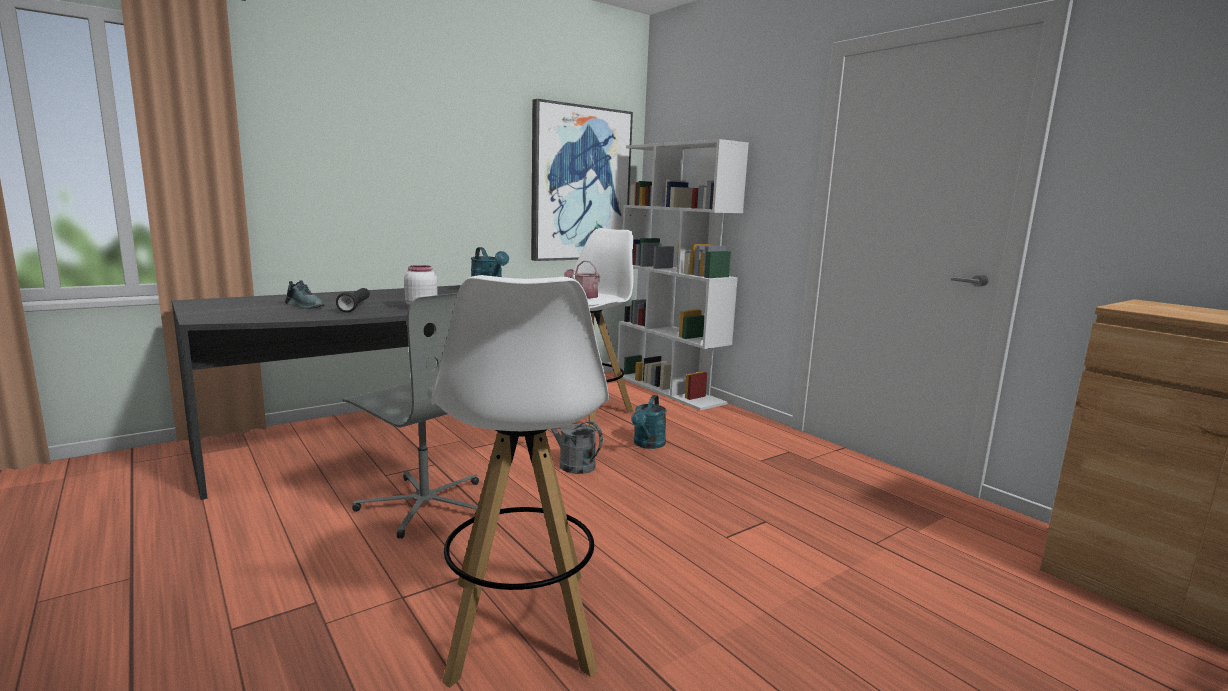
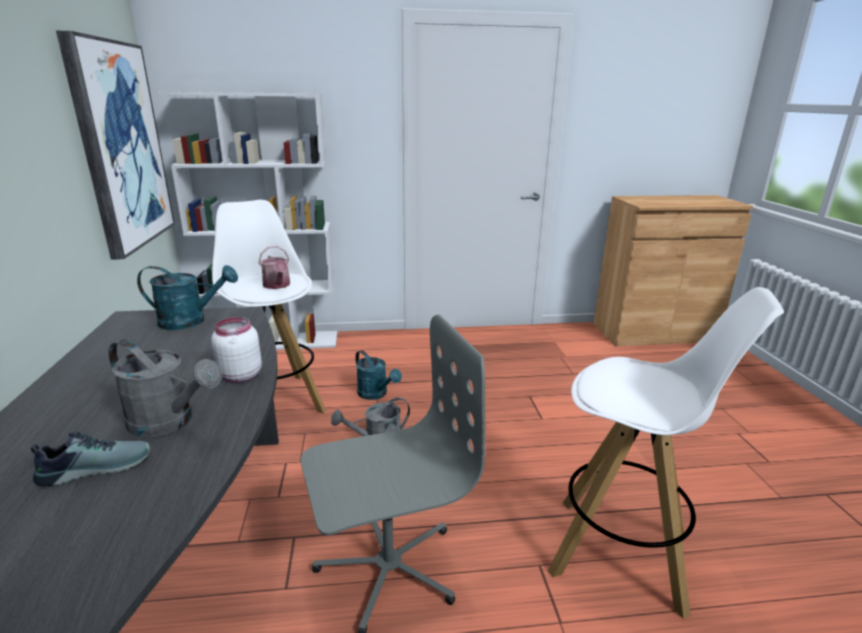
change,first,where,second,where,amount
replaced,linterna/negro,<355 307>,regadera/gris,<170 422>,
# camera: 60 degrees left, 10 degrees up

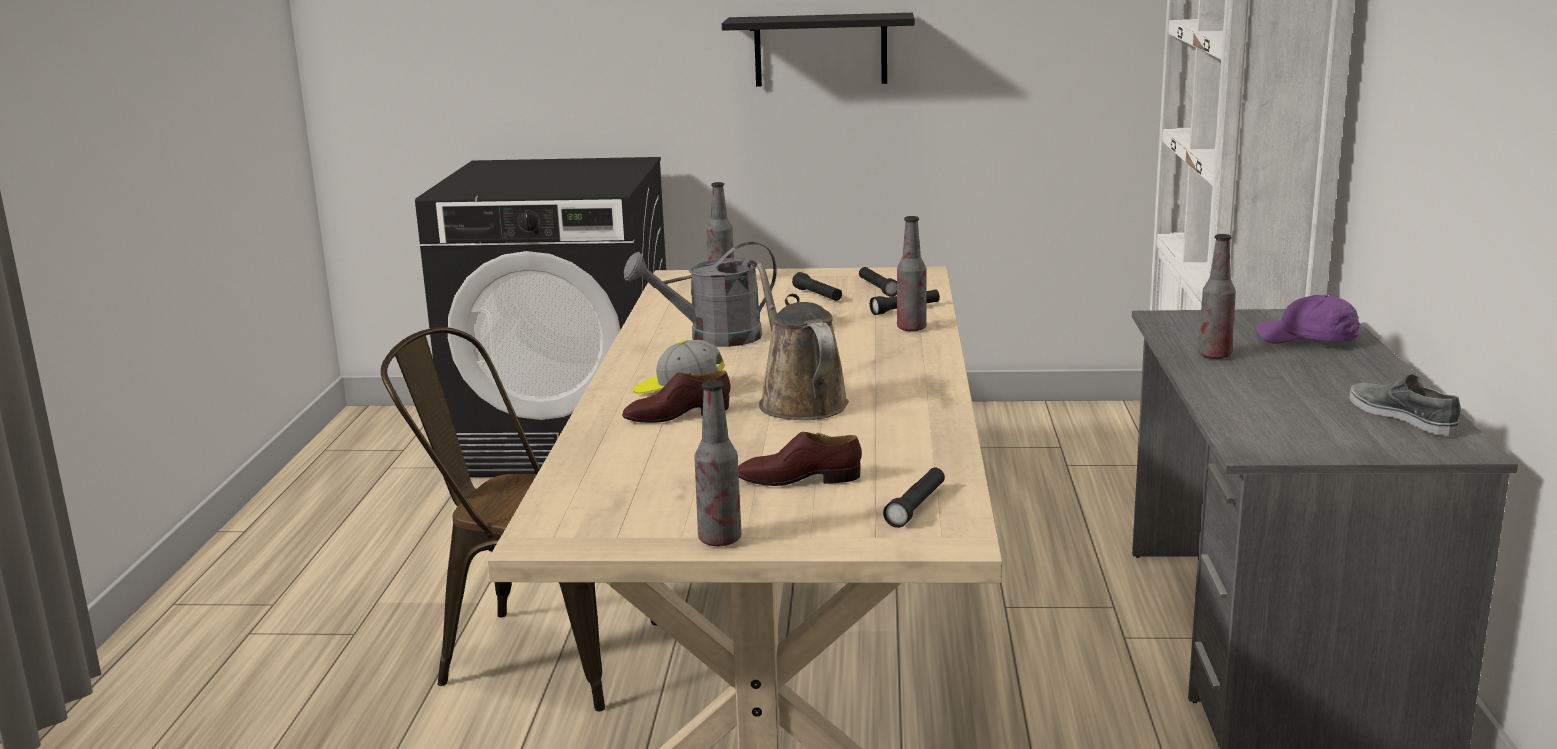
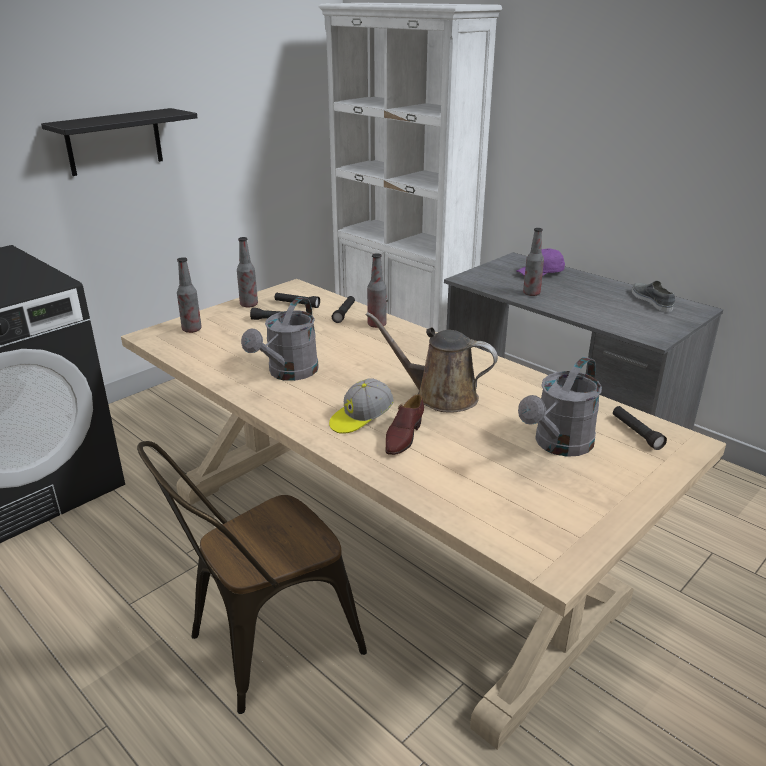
change,first,where,second,where,amount
moved,botella,<720 540>,,<249 305>,
replaced,zapato/marrón,<799 479>,regadera/gris,<558 445>,
turned,zapato/gris,<1403 416>,,<652 301>,60 degrees clockwise
# camera: 50 degrees left, 10 degrees up

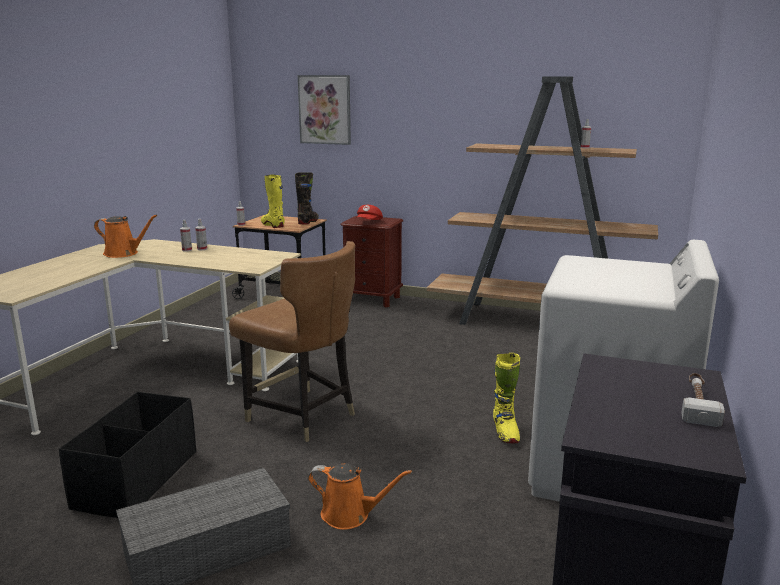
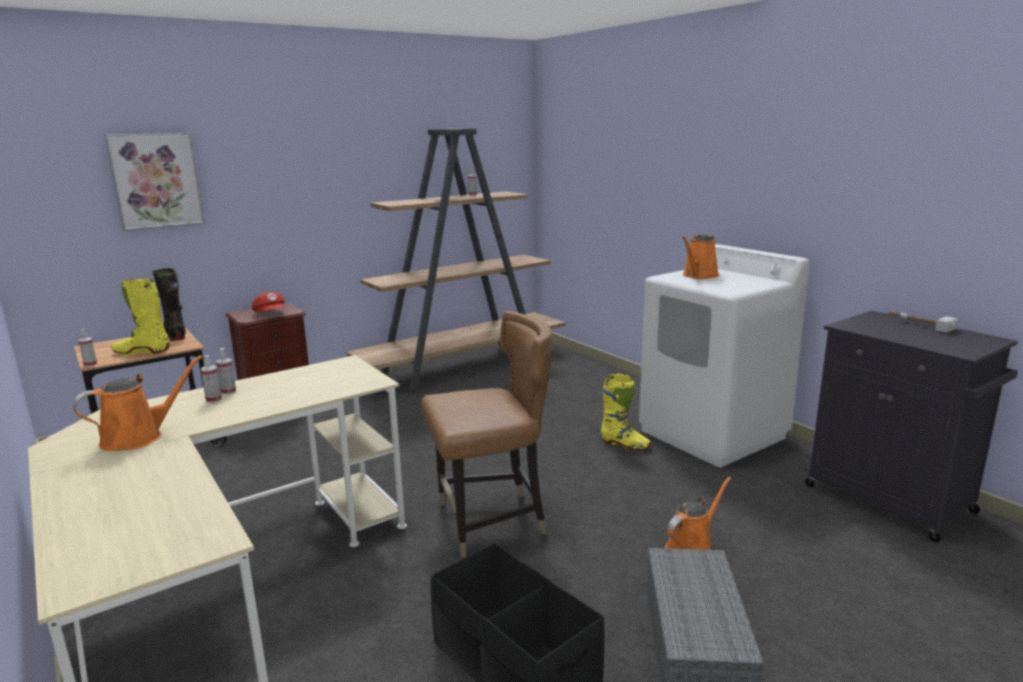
change,first,where,second,where,amount
added,,,regadera/naranja,<699 276>,
# camera: 55 degrees left, 0 degrees up

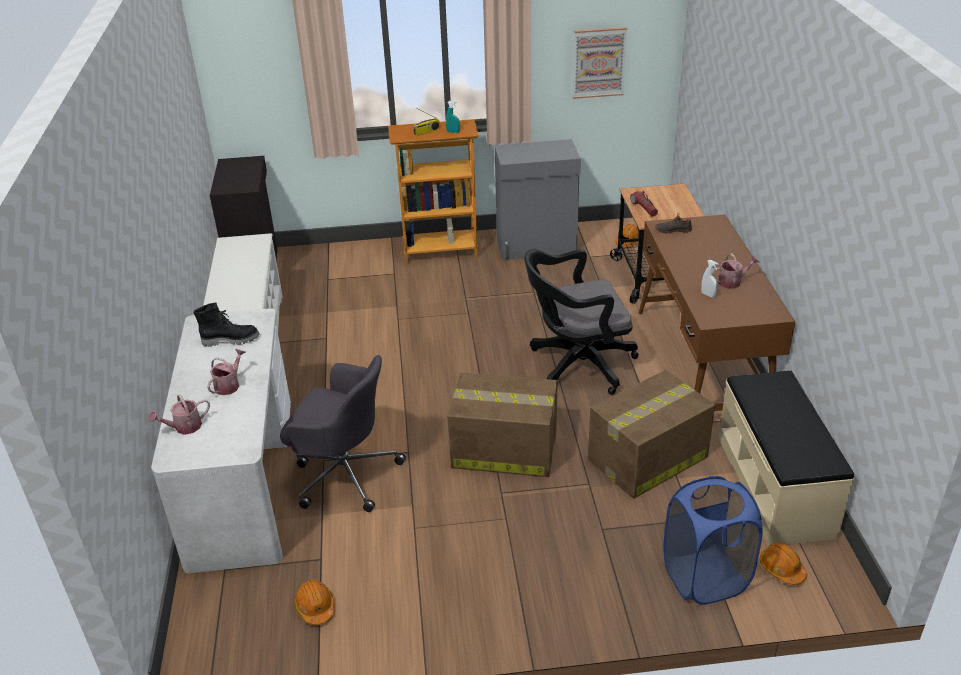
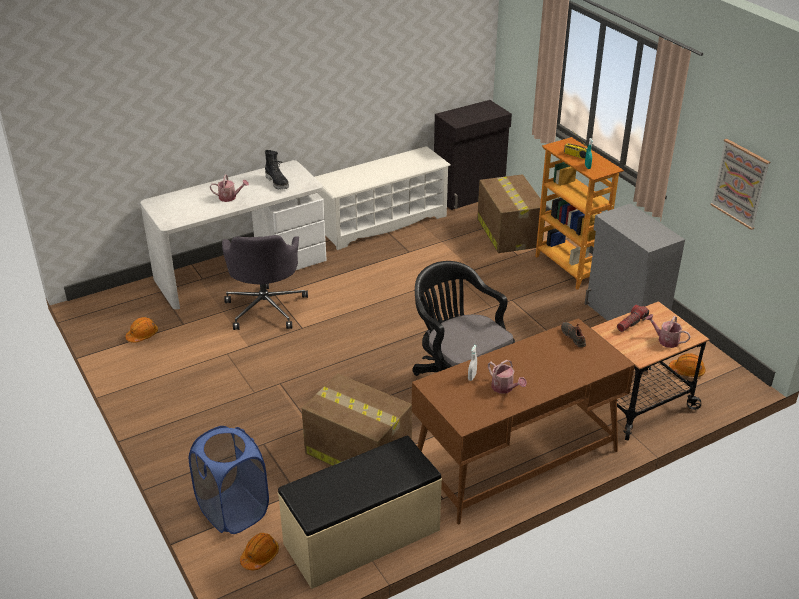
change,first,where,second,where,amount
moved,caja de cartón,<503 449>,,<508 232>,
moved,regadera,<184 427>,,<665 340>,
# camera: 65 degrees right, 0 degrees up

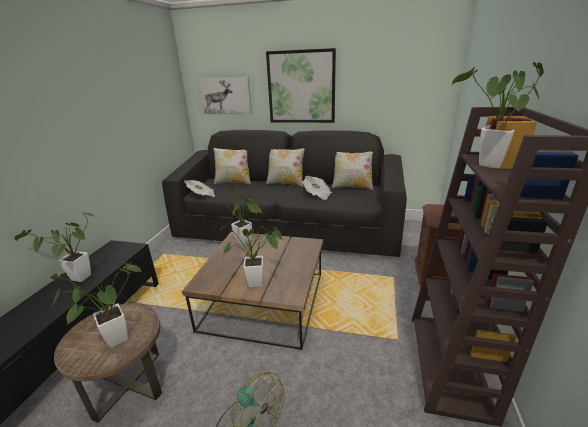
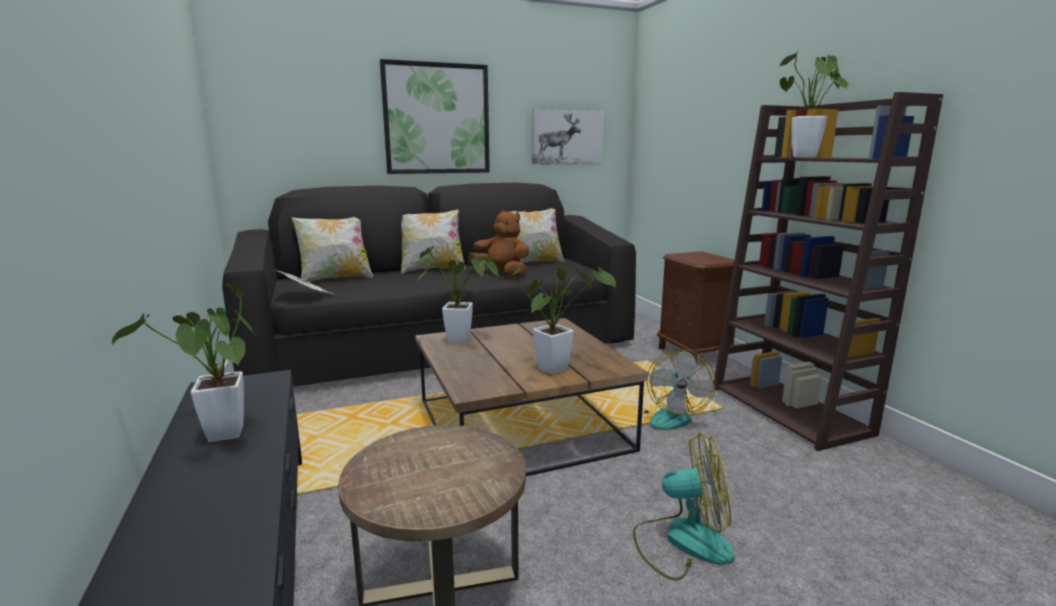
change,first,where,second,where,amount
replaced,periódico,<317 195>,peluche/marrón,<502 274>,
moved,cuadro,<226 96>,,<567 137>,
added,,,ventilador,<669 416>,
removed,planta en maceta,<111 342>,,,
# camera: 35 degrees left, 10 degrees down

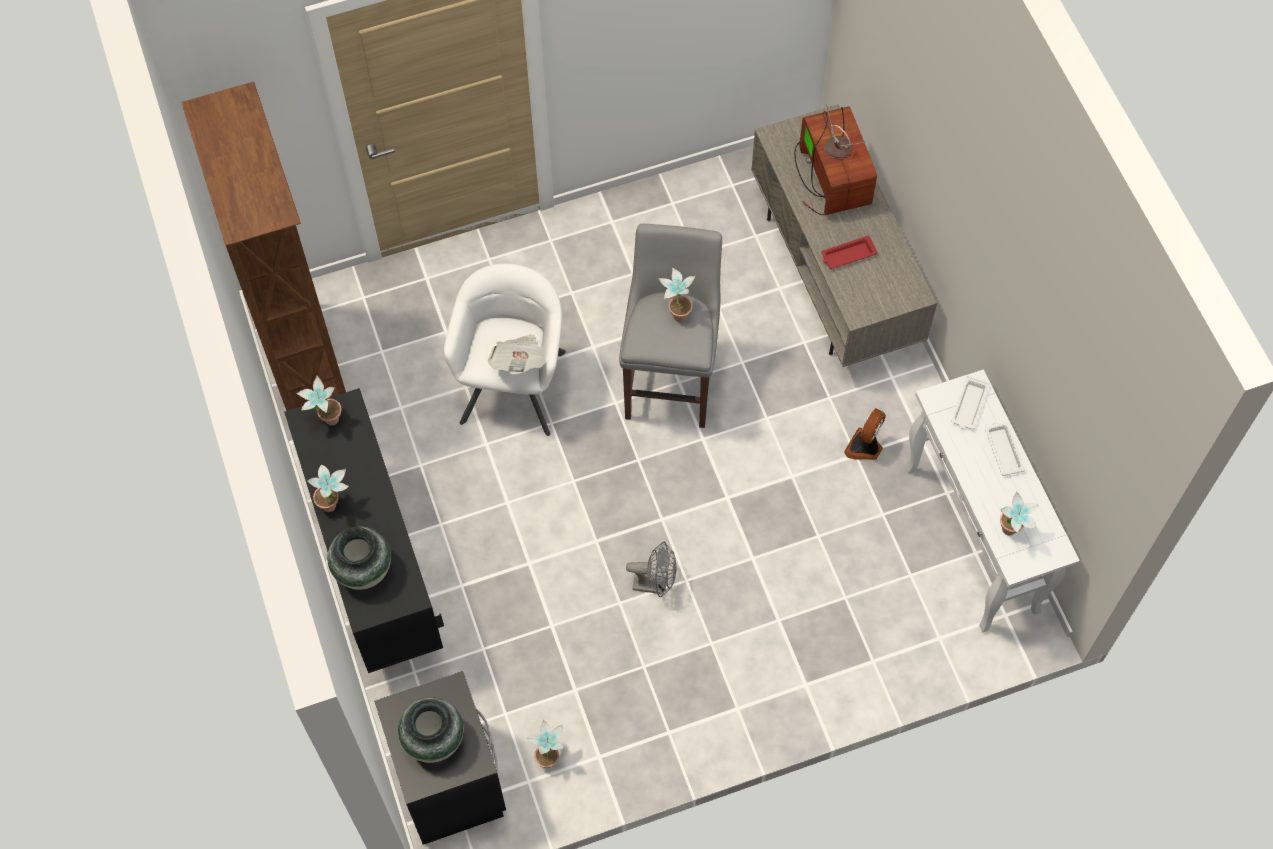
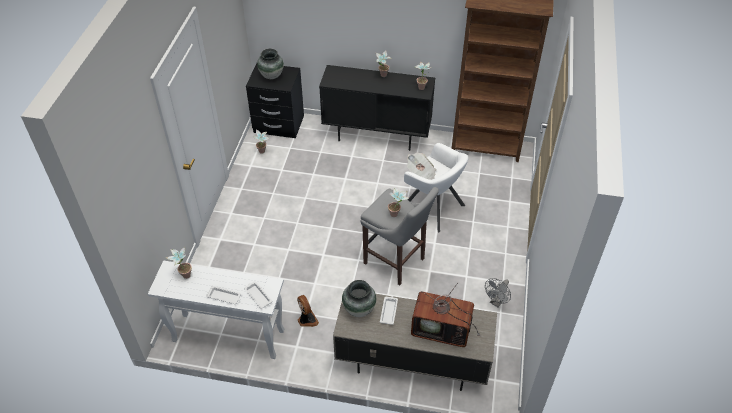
change,first,where,second,where,amount
moved,florero,<363 571>,,<358 309>,
recoloured,bandeja/rojo,<847 255>,bandeja/blanco,<389 311>,
moved,ventilador/gris,<655 584>,,<496 302>,
# camera: 120 degrees right, 15 degrees down

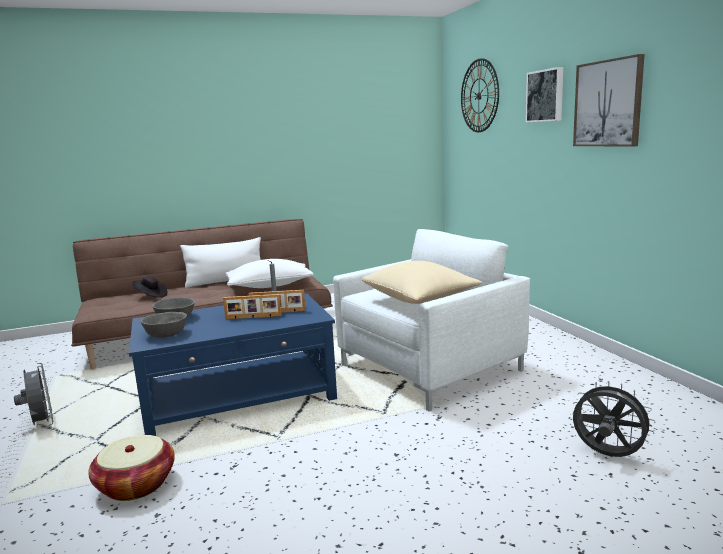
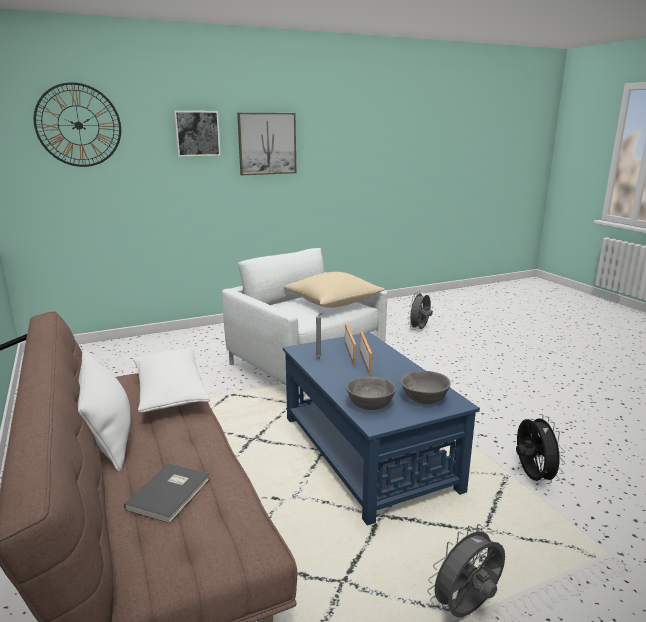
change,first,where,second,where,amount
replaced,sombrero/negro,<151 296>,libro/gris,<171 493>,
replaced,cesta,<136 485>,ventilador/negro,<532 477>,
# camera: 95 degrees left, 5 degrees up

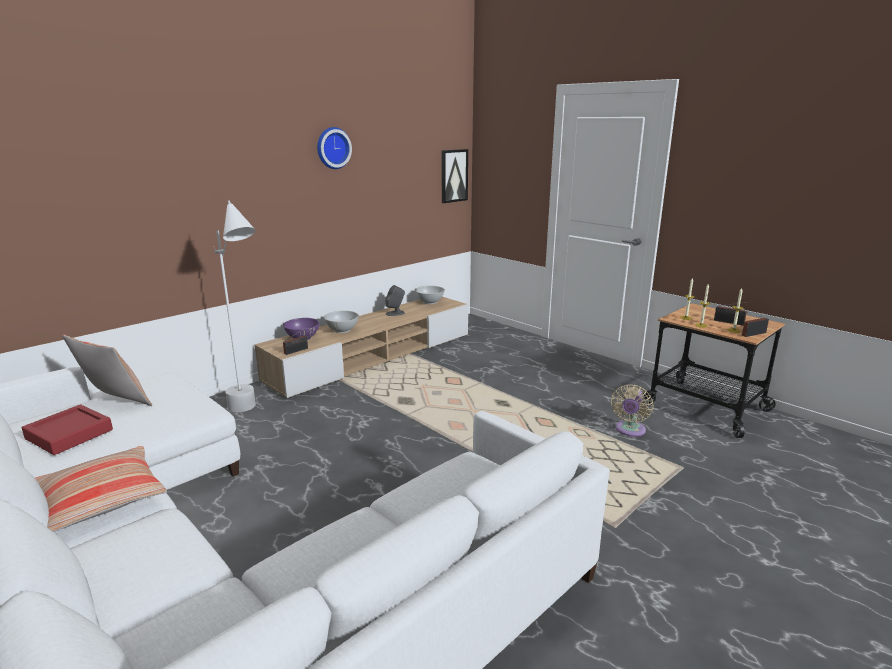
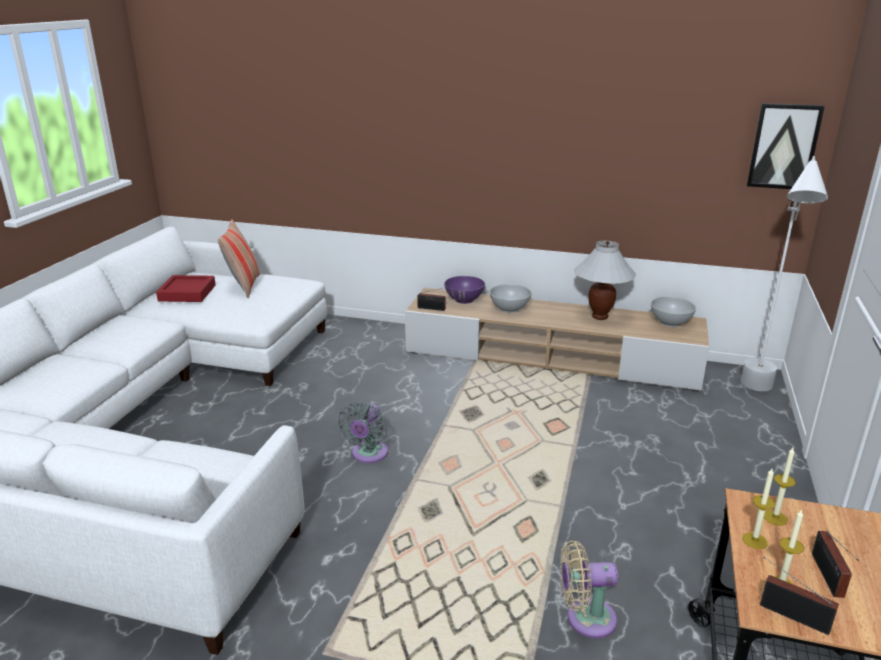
change,first,where,second,where,amount
added,,,ventilador/gris,<368 455>,
replaced,altavoz/gris,<395 313>,lámpara de mesa/blanco,<600 317>,
moved,lámpara de pie/blanco,<251 414>,,<758 396>,
removed,cojín,<103 498>,,,
removed,reloj de pared,<332 148>,,,
# camera: 60 degrees right, 5 degrees up

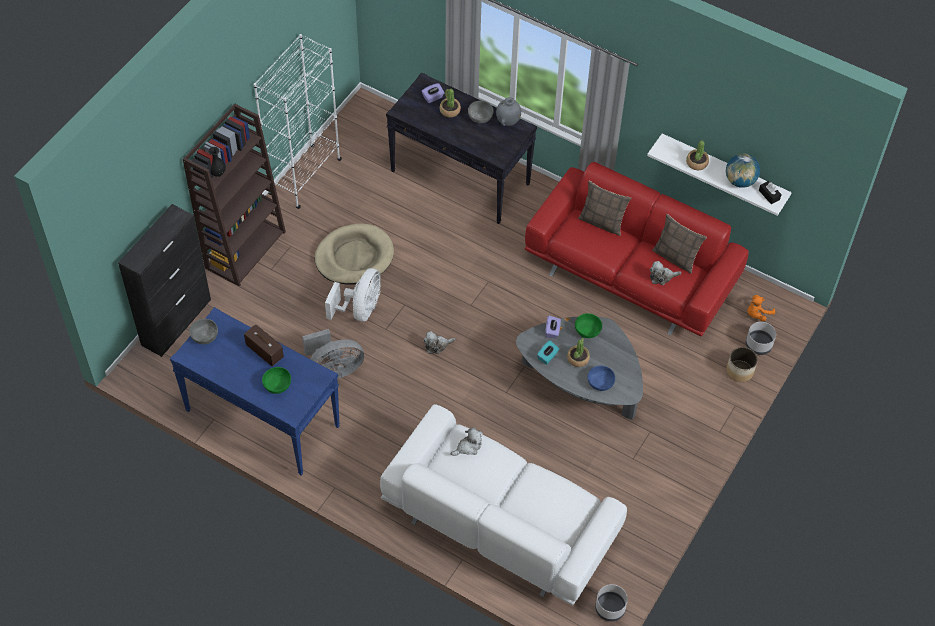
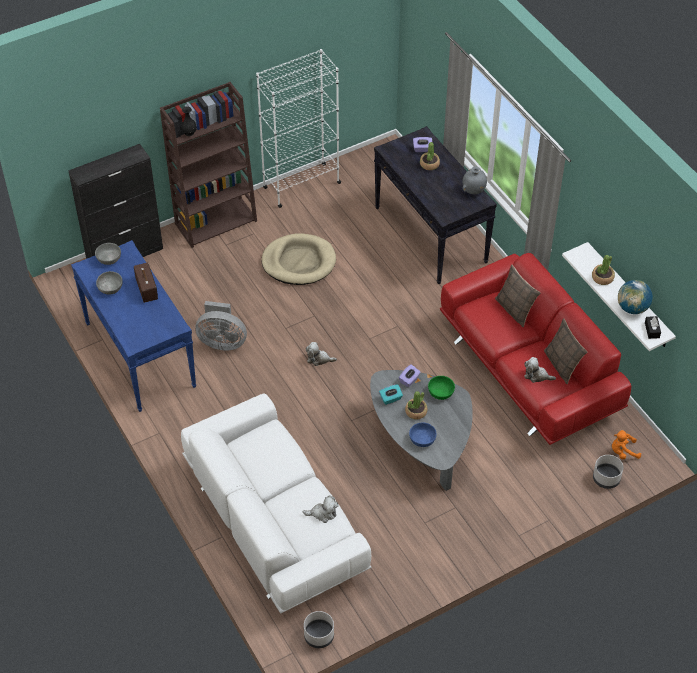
change,first,where,second,where,amount
moved,cuenco/gris,<480 117>,,<110 288>,
moved,peluche,<468 447>,,<323 513>,
removed,cuenco/verde,<277 385>,,,
removed,ventilador/blanco,<360 310>,,,
removed,maceta,<740 371>,,,
# camera: 30 degrees right, 5 degrees down

